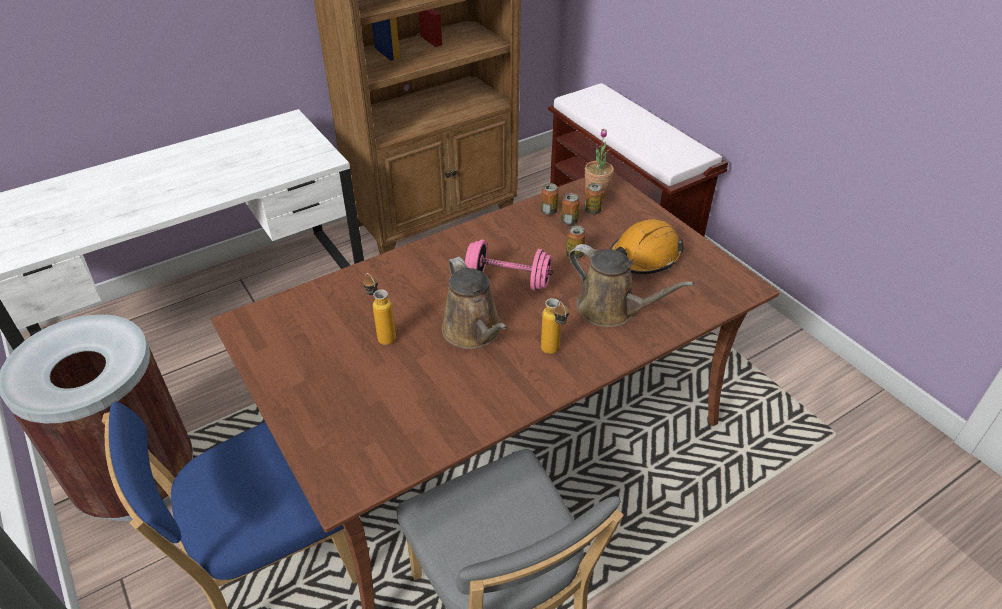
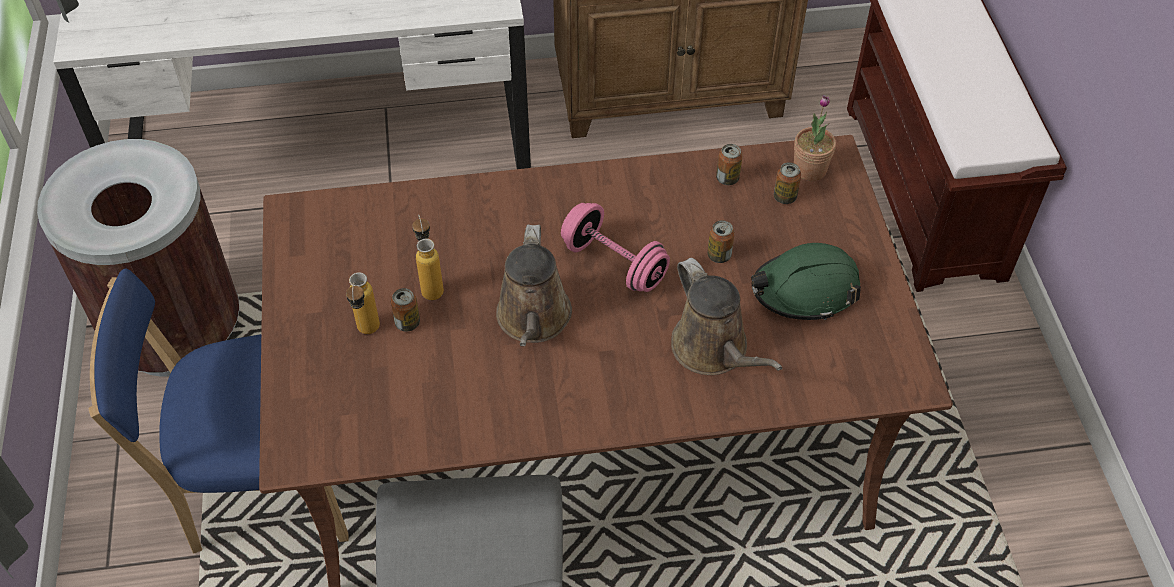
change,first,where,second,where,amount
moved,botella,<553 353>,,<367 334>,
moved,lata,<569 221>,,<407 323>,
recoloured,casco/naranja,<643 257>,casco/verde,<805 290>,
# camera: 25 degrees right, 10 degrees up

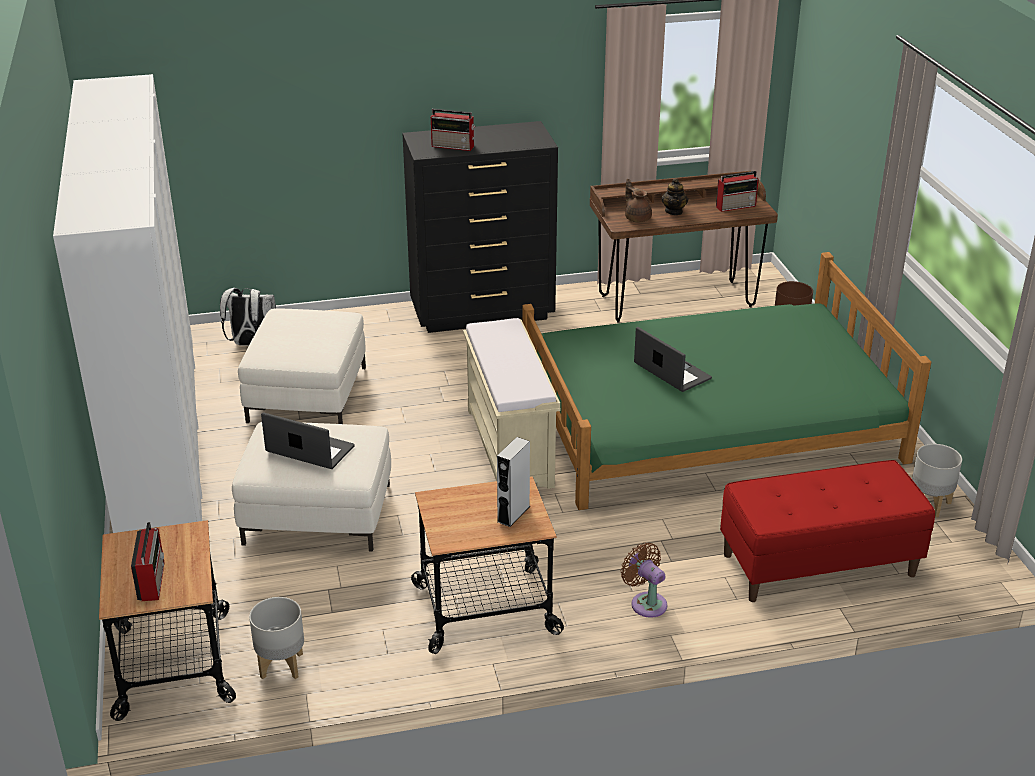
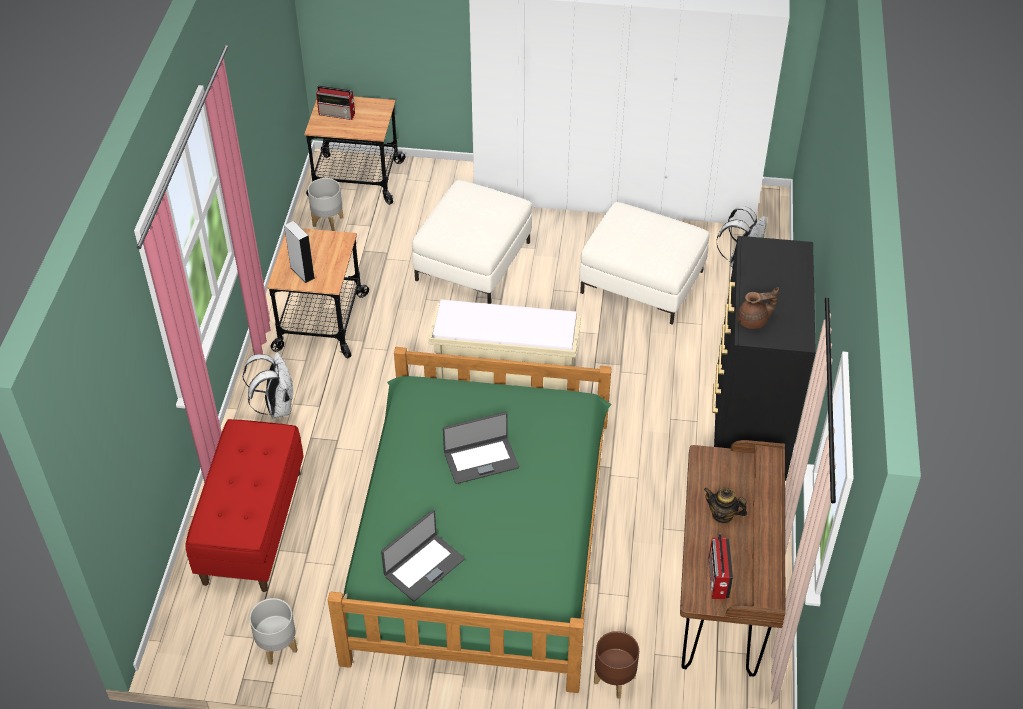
change,first,where,second,where,amount
replaced,ventilador/marrón,<646 602>,mochila/blanco,<276 407>,
moved,portátil,<309 450>,,<423 567>,
moved,tetera/marrón,<637 218>,,<753 321>,
removed,radio,<454 146>,,,
# camera: 110 degrees right, 15 degrees up

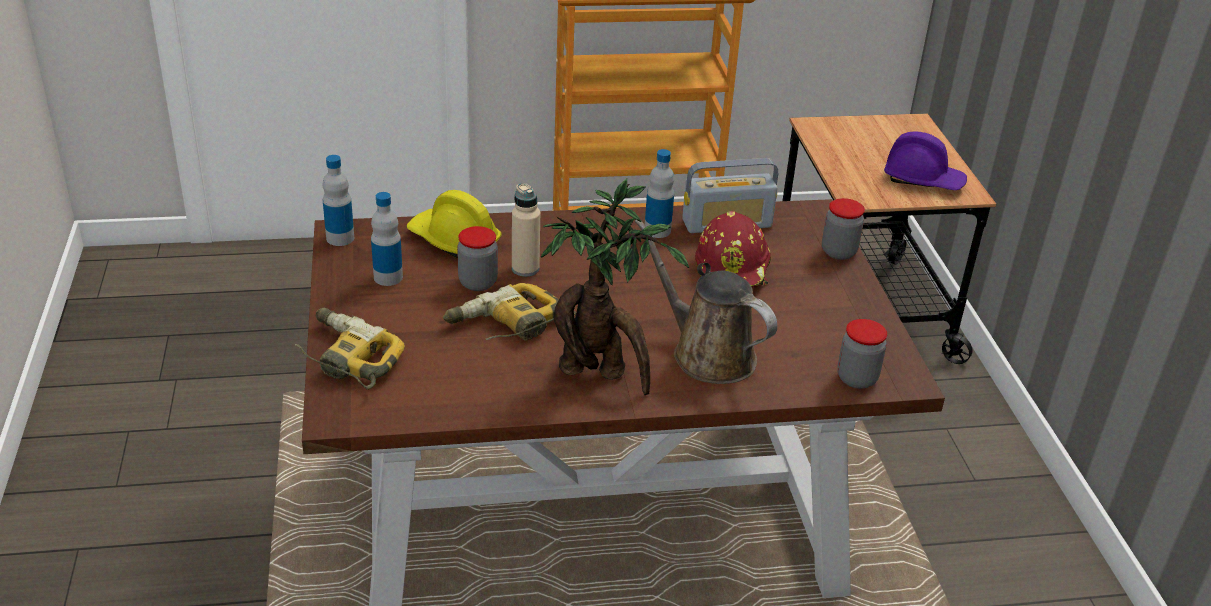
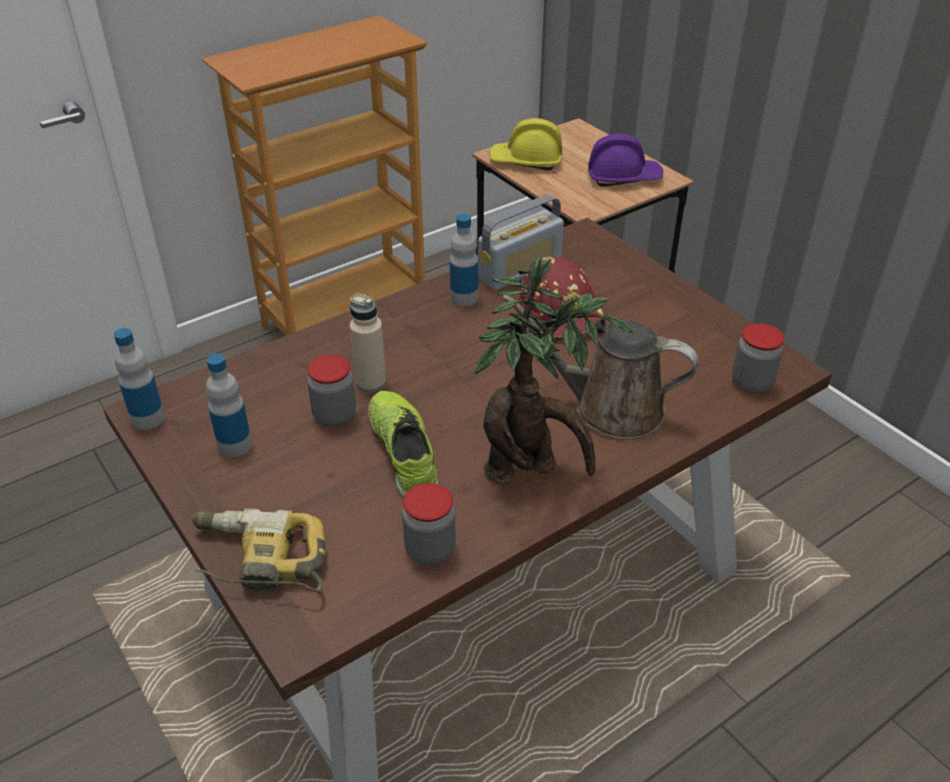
change,first,where,second,where,amount
replaced,taladro,<510 326>,zapato,<404 452>,
moved,tarro,<838 252>,,<430 550>,
moved,casco/amarillo,<453 241>,,<526 161>,
# camera: 25 degrees left, 5 degrees up

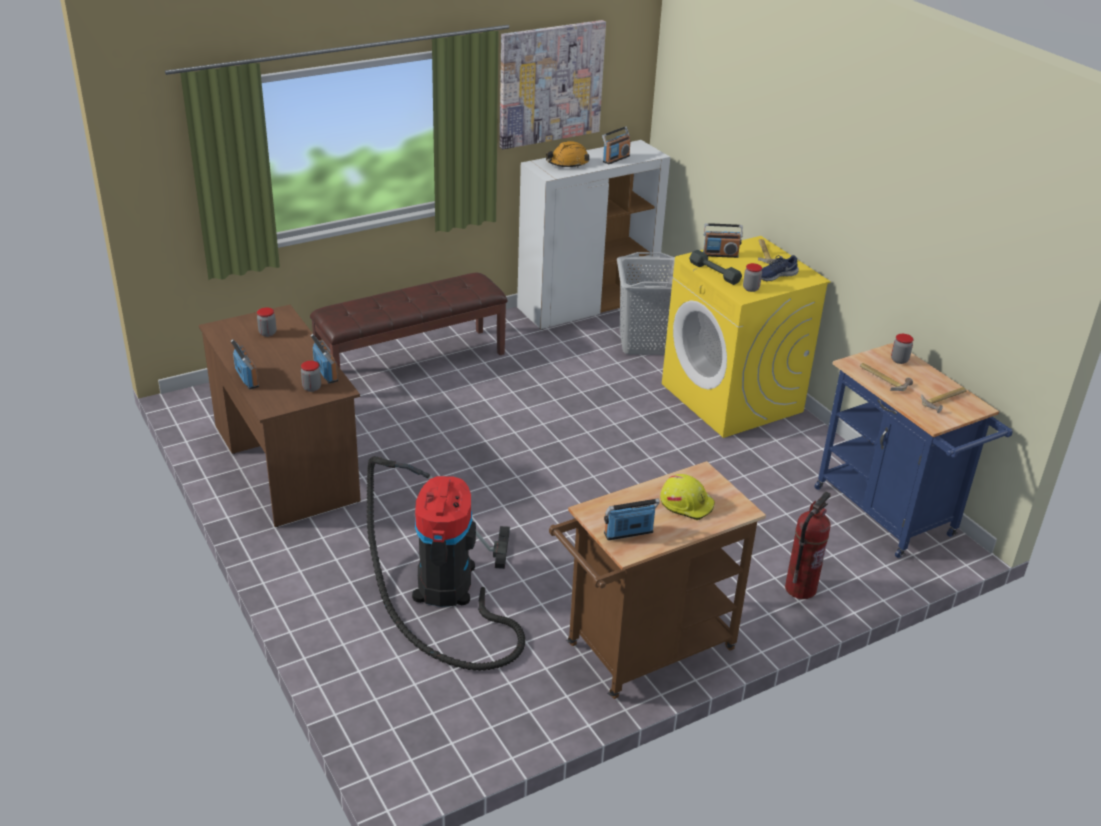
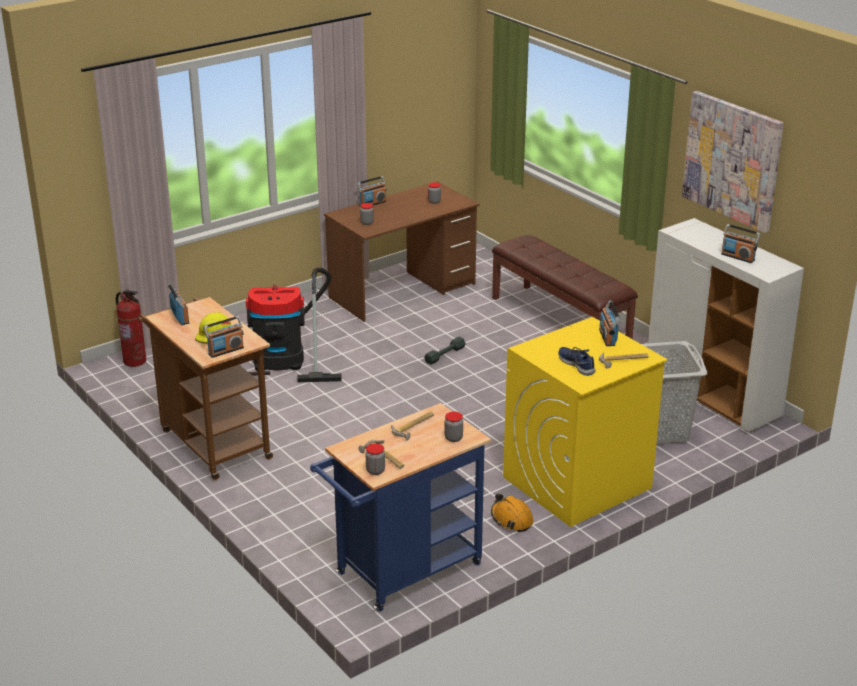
change,first,where,second,where,amount
moved,extintor,<800 589>,,<135 361>,
moved,radio,<326 373>,,<225 350>,
moved,tarro,<751 288>,,<375 471>,
moved,mancuerna/gris,<714 272>,,<445 355>,
moved,casco/naranja,<567 163>,,<511 519>,
# camera: 85 degrees right, 5 degrees down

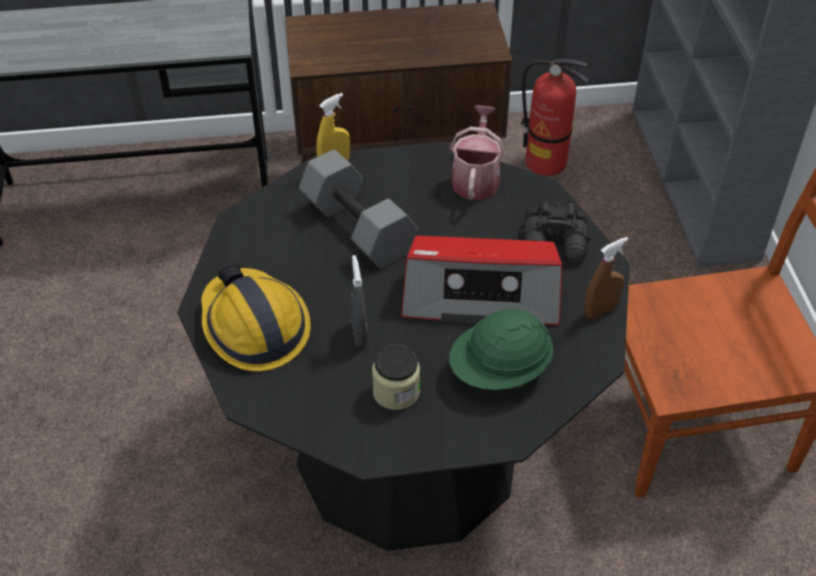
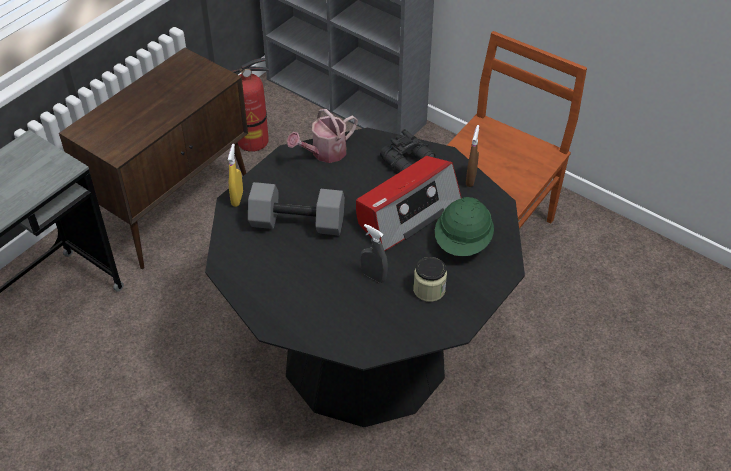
change,first,where,second,where,amount
turned,regadera,<476 178>,,<324 153>,90 degrees counterclockwise
removed,casco,<254 327>,,,
# camera: 45 degrees left, 0 degrees up

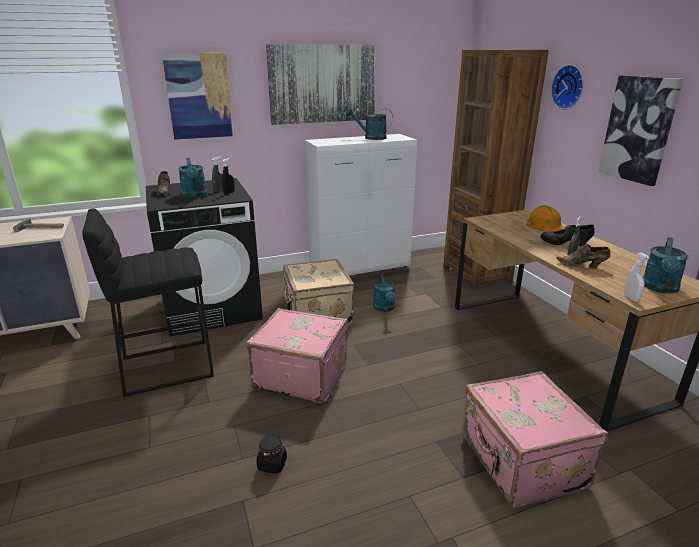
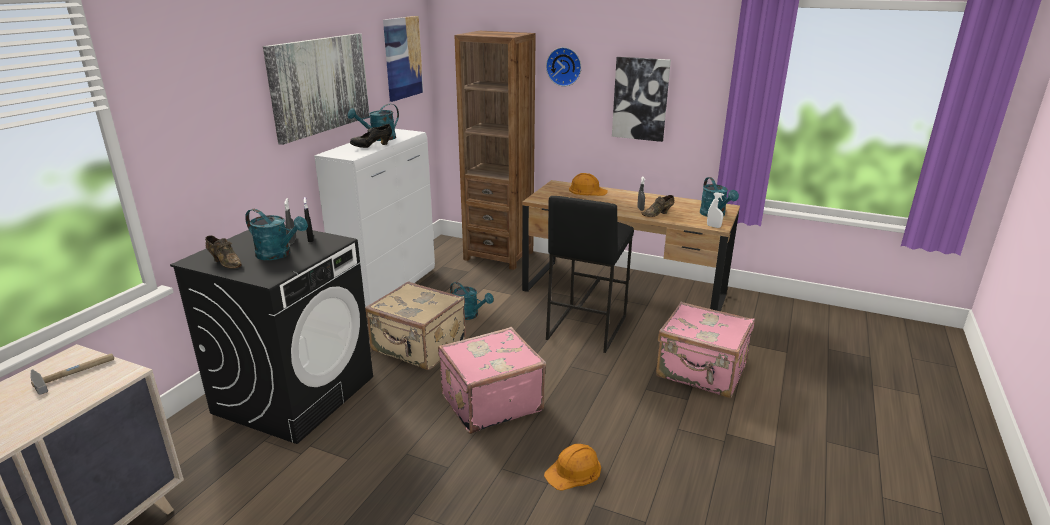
change,first,where,second,where,amount
moved,zapato/negro,<564 245>,,<371 146>,
moved,cuadro,<199 96>,,<403 58>,
replaced,tarro/negro,<272 464>,casco/naranja,<574 471>,
moved,taburete/negro,<167 366>,,<586 327>,
# camera: 45 degrees left, 0 degrees up

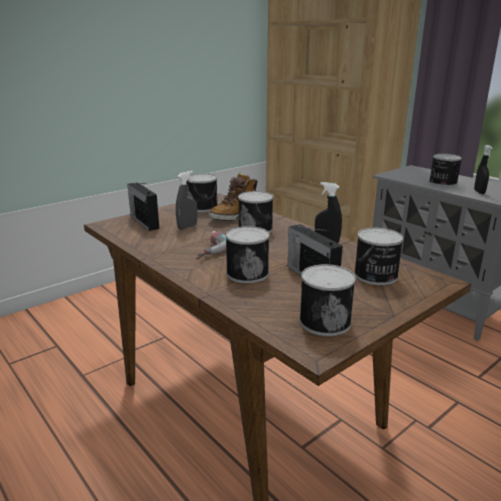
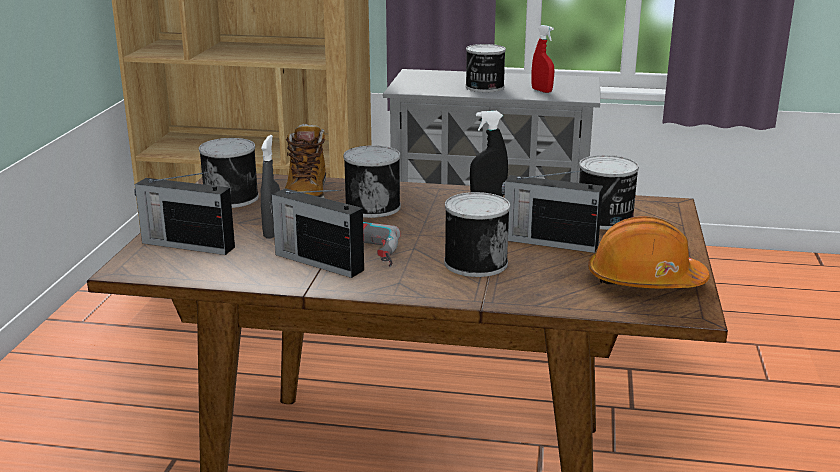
change,first,where,second,where,amount
added,,,radio,<317 261>,
recoloured,pulverizador/negro,<479 192>,pulverizador/rojo,<541 91>,
replaced,lata,<324 321>,casco/naranja,<644 281>,
# camera: 40 degrees left, 0 degrees up

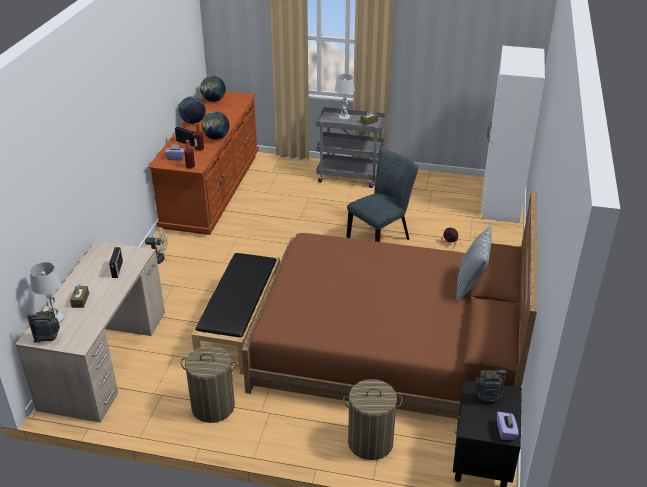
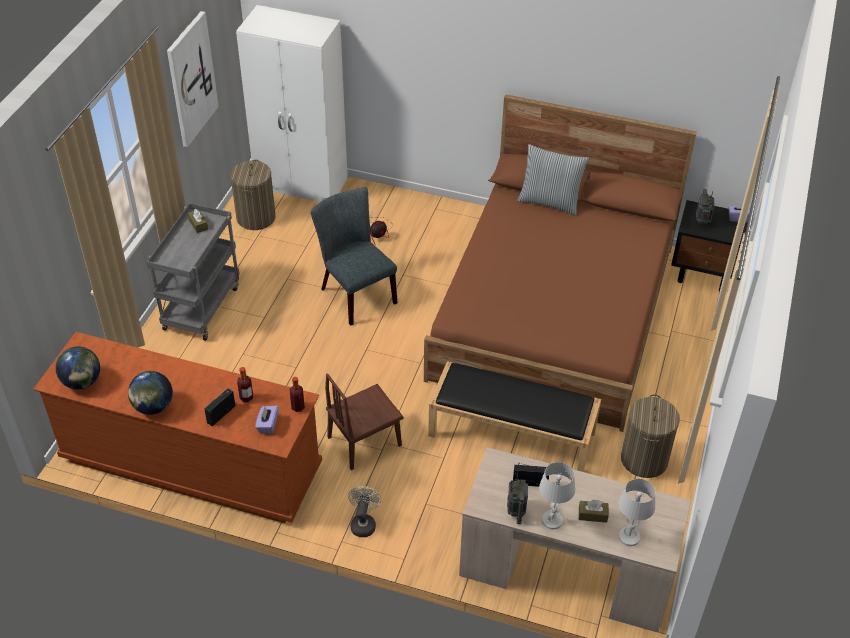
change,first,where,second,where,amount
added,,,cuadro,<191 79>,
moved,cesto de la ropa,<370 442>,,<256 218>,
added,,,silla/marrón,<364 441>,
moved,radio,<48 339>,,<515 511>,
moved,lámpara de mesa/blanco,<344 117>,,<552 520>,
removed,globo terráqueo,<216 138>,,,
# camera: 85 degrees left, 10 degrees up

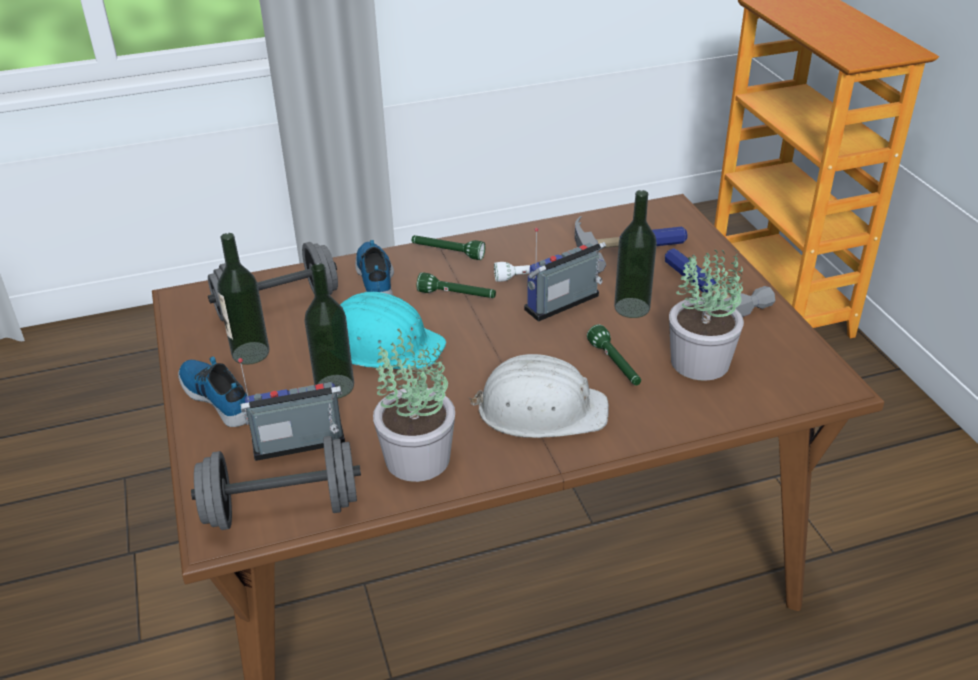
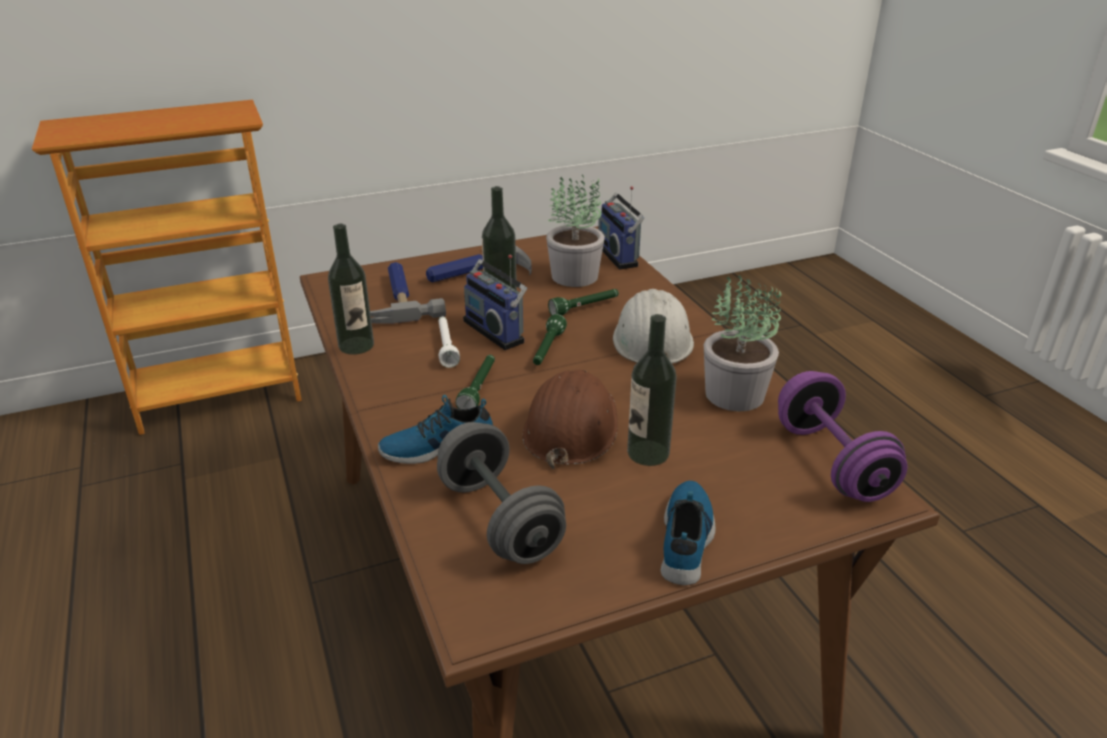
change,first,where,second,where,amount
moved,botella,<250 353>,,<356 345>,
recoloured,casco/turquesa,<383 345>,casco/marrón,<571 428>,
moved,linterna/verde,<447 253>,,<547 350>,
moved,radio,<299 447>,,<620 254>,
turned,zapato,<218 397>,,<687 537>,150 degrees clockwise
recoloured,mancuerna/gris,<282 509>,mancuerna/morado,<832 462>,
# camera: 95 degrees left, 5 degrees down

